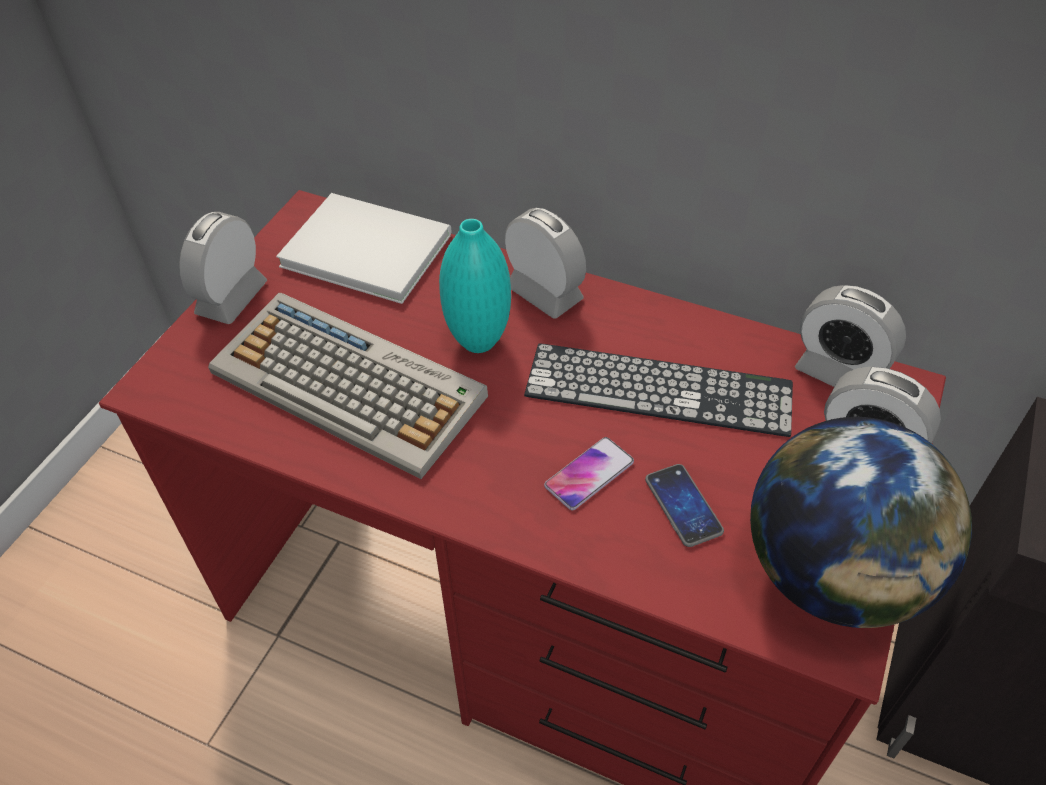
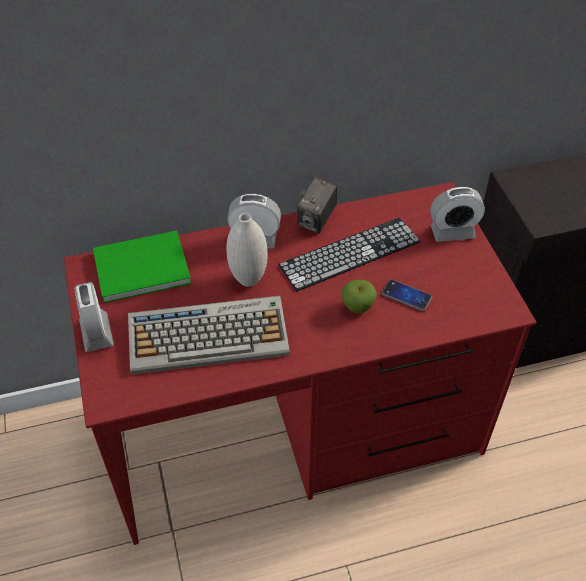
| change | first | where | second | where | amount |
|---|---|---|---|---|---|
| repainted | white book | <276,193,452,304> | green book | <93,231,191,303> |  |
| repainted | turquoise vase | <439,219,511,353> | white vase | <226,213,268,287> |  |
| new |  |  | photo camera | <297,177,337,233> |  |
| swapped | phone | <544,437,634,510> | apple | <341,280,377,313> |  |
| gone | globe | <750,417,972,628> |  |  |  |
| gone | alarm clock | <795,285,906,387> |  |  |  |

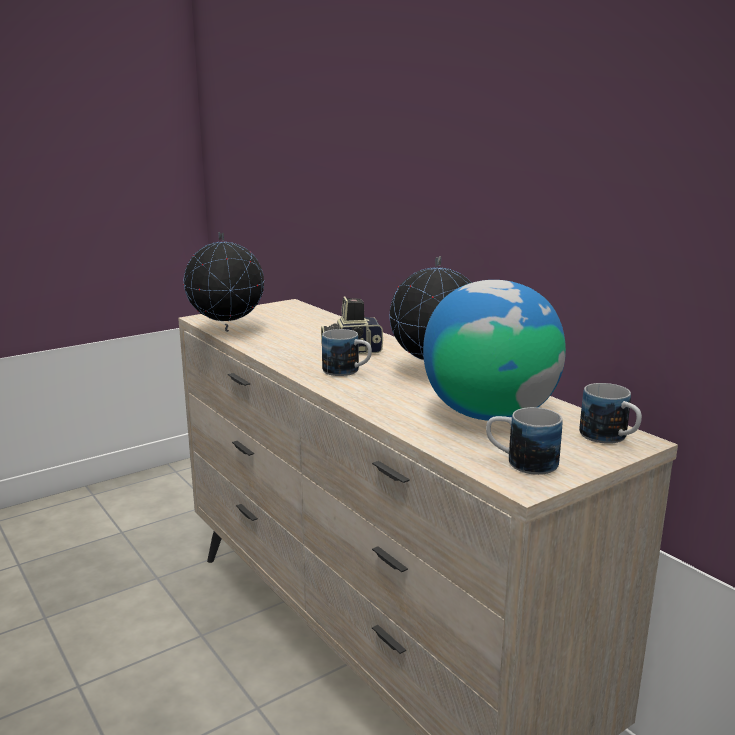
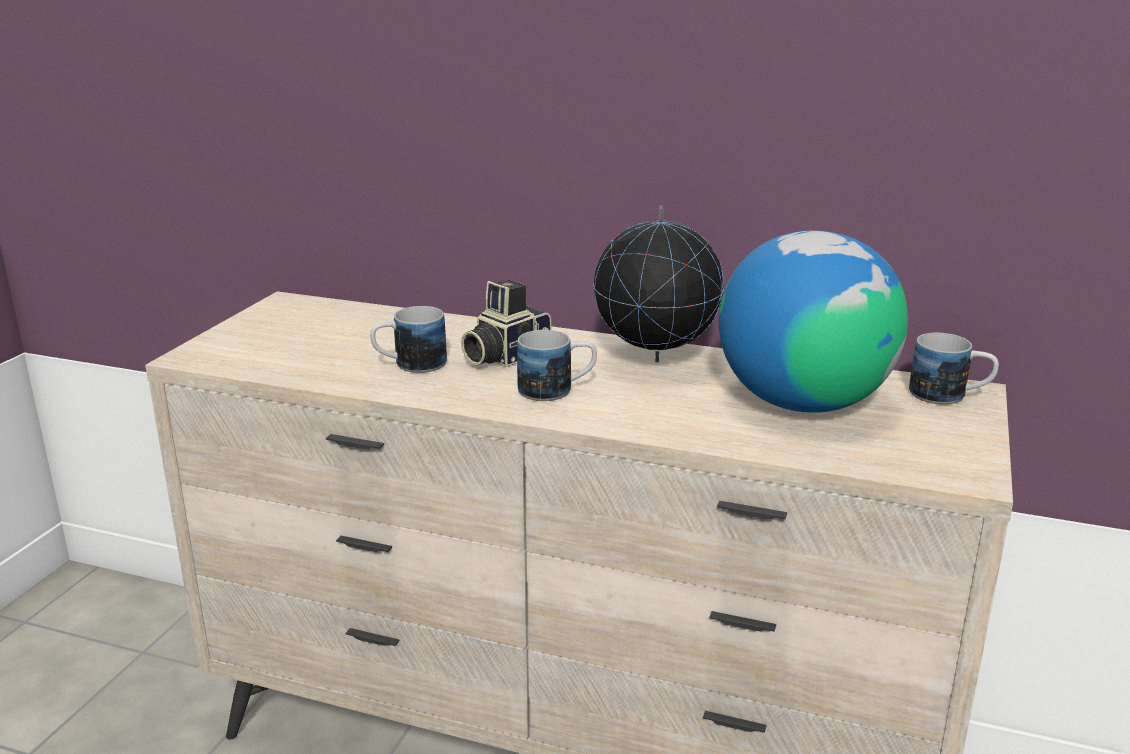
| change | first | where | second | where | amount |
|---|---|---|---|---|---|
| shifted | mug | <486,407,562,475> |  | <370,306,447,373> |  |
| gone | globe | <183,232,264,332> |  |  |  |

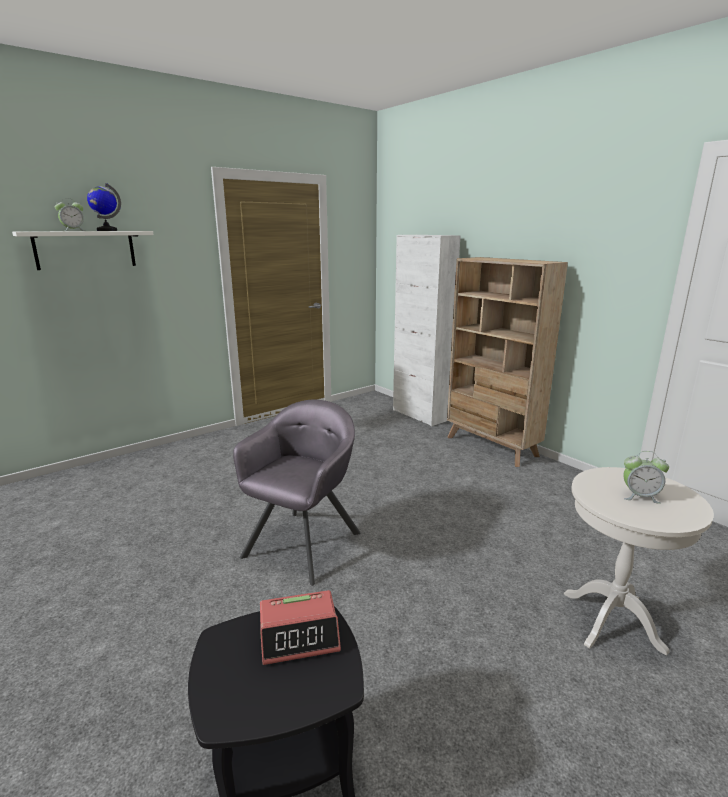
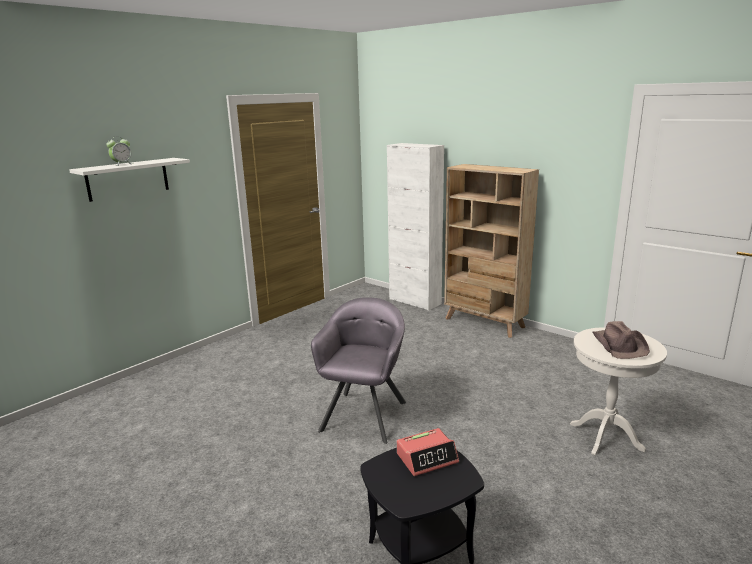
| change | first | where | second | where | amount |
|---|---|---|---|---|---|
| swapped | alarm clock | <623,451,669,504> | brown hat | <593,321,650,359> |  |
| gone | globe | <87,183,121,231> |  |  |  |

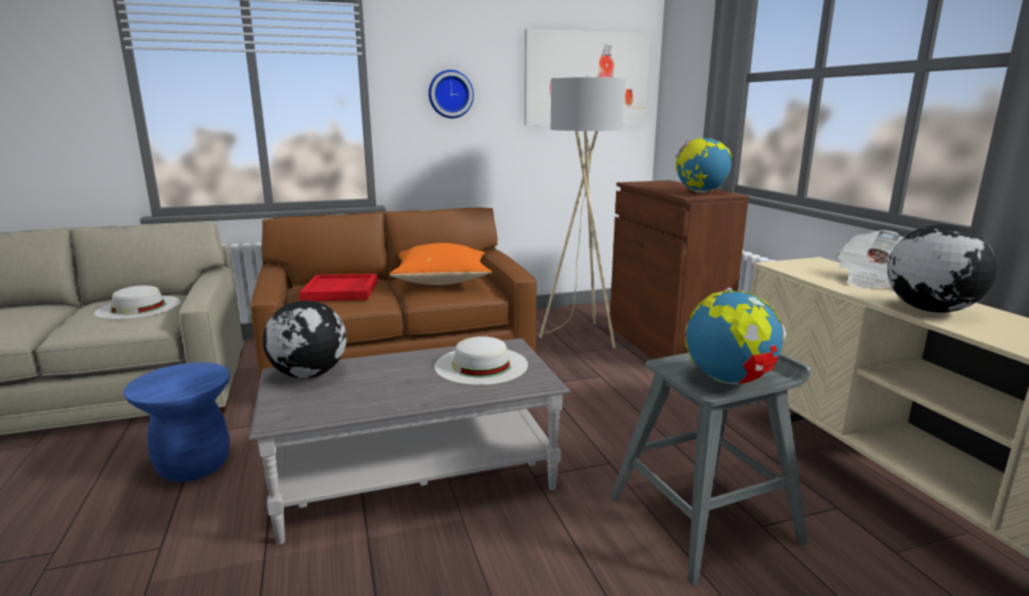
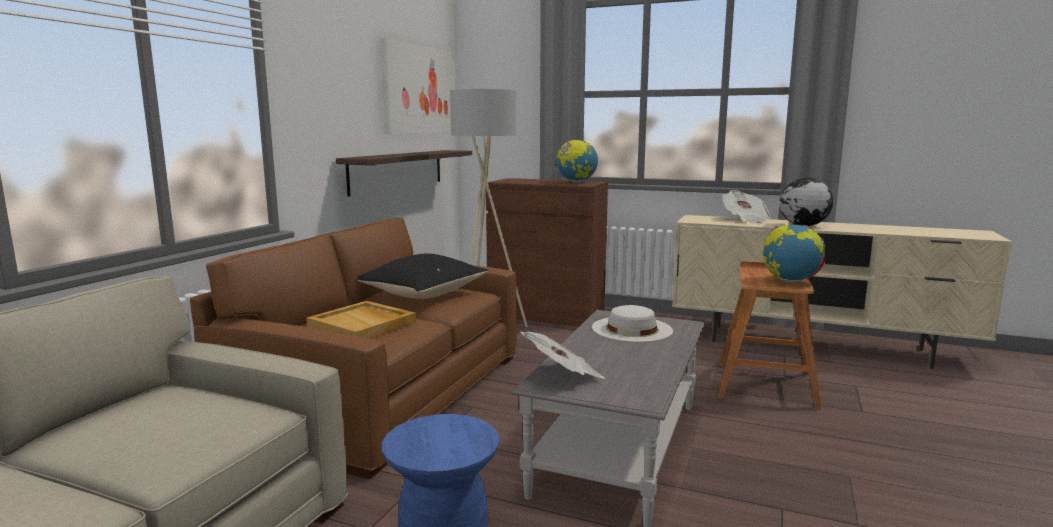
| change | first | where | second | where | amount |
|---|---|---|---|---|---|
| repainted | red tray | <299,274,378,301> | beige tray | <306,301,416,338> |  |
| new |  |  | shelf | <336,150,472,197> |  |
| repainted | orange pillow | <389,243,492,285> | black pillow | <357,254,488,299> |  |
| swapped | globe | <263,300,347,378> | newspaper | <520,332,606,379> |  |
| repainted | grey stool | <610,353,811,586> | brown stool | <718,261,821,410> |  |
| gone | white hat | <94,285,181,320> |  |  |  |
| gone | wall clock | <428,70,474,118> |  |  |  |

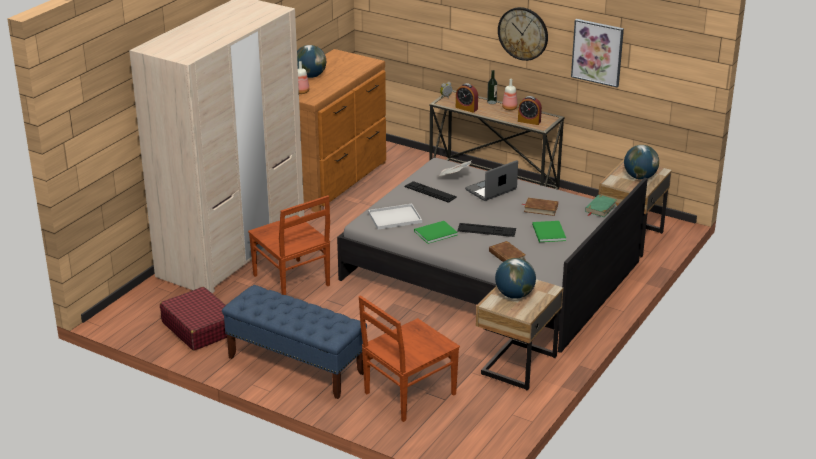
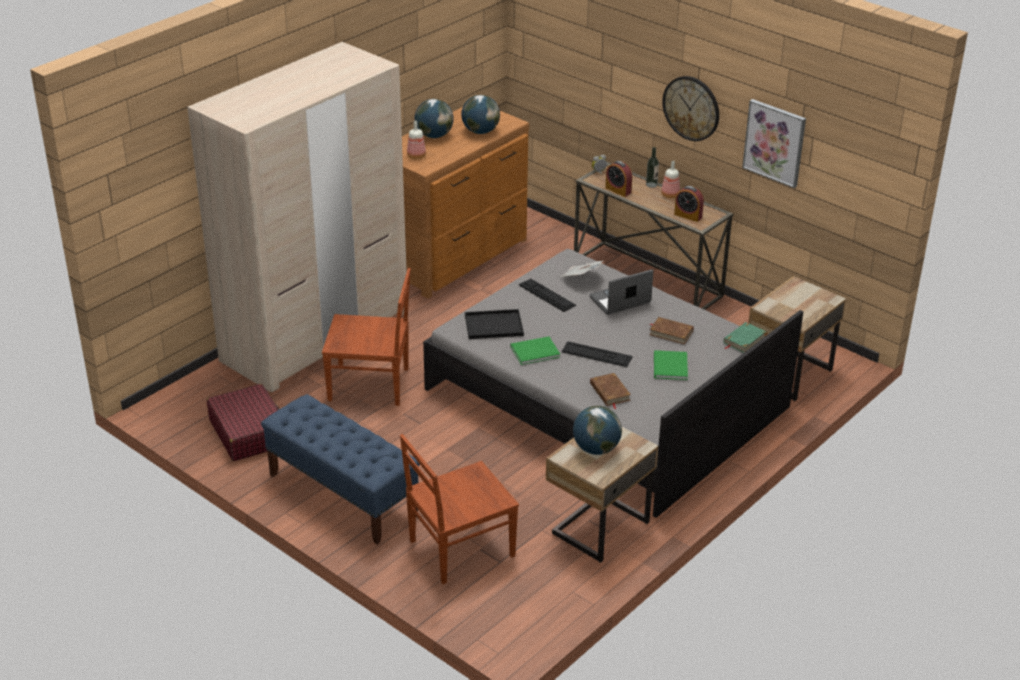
| change | first | where | second | where | amount |
|---|---|---|---|---|---|
| rotated | brown chair | <248,195,330,295> |  | <322,268,411,406> | 60 degrees counterclockwise |
| shifted | globe | <624,145,659,180> |  | <461,95,500,134> |  |
| repainted | white tray | <368,204,422,230> | black tray | <465,309,524,339> |  |

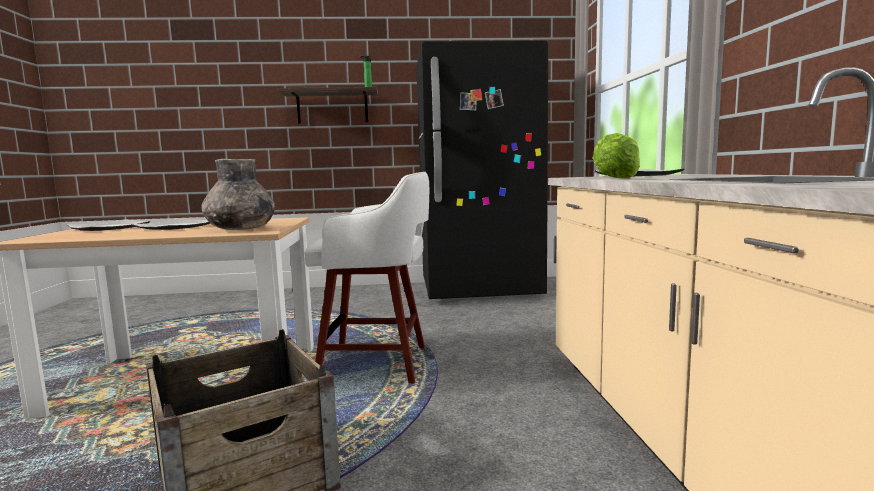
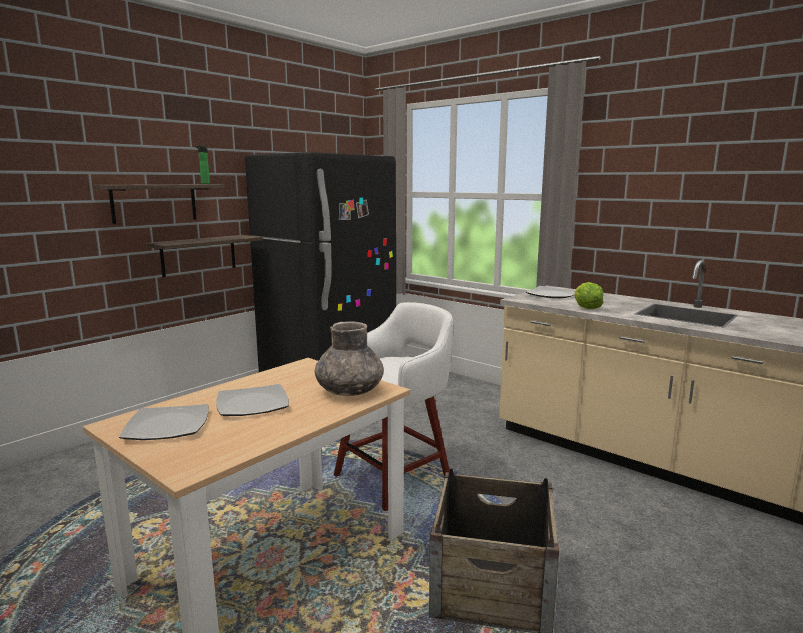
| change | first | where | second | where | amount |
|---|---|---|---|---|---|
| new |  |  | shelf | <146,235,263,277> |  |

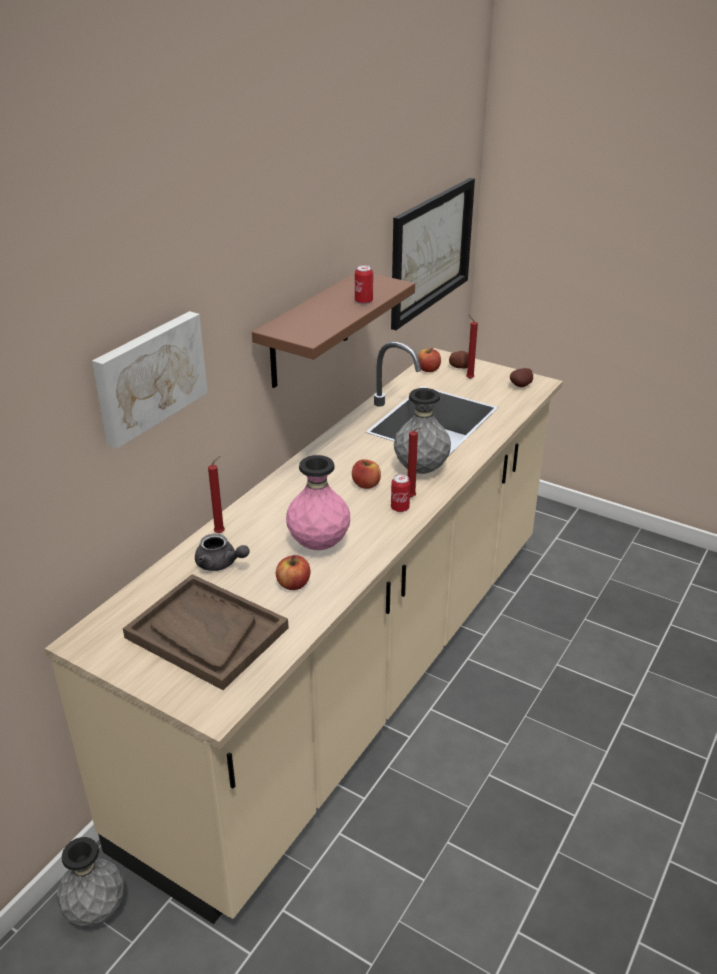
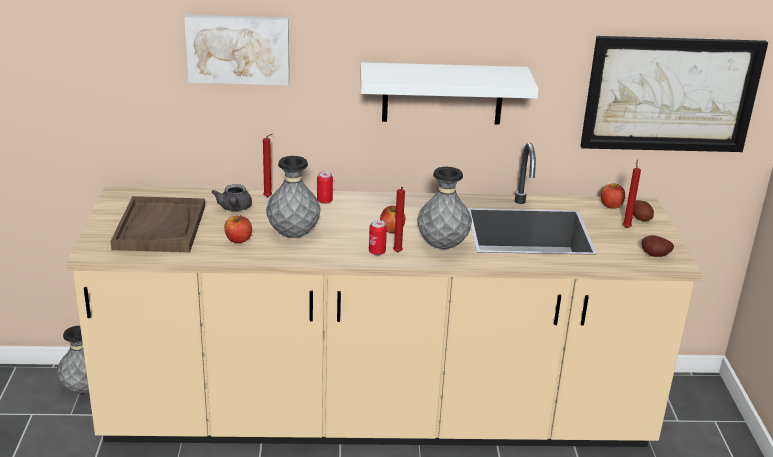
| change | first | where | second | where | amount |
|---|---|---|---|---|---|
| repainted | pink vase | <286,455,350,550> | grey vase | <266,156,320,238> |  |
| shifted | can | <355,265,373,304> |  | <317,171,333,204> |  |
| repainted | brown shelf | <252,273,415,388> | white shelf | <360,62,539,125> |  |

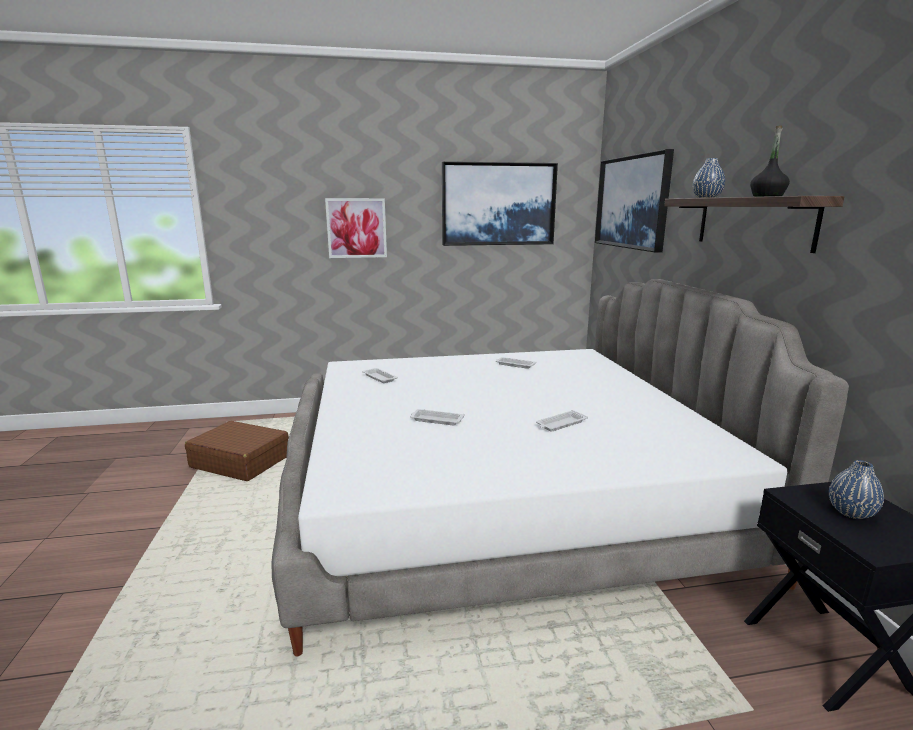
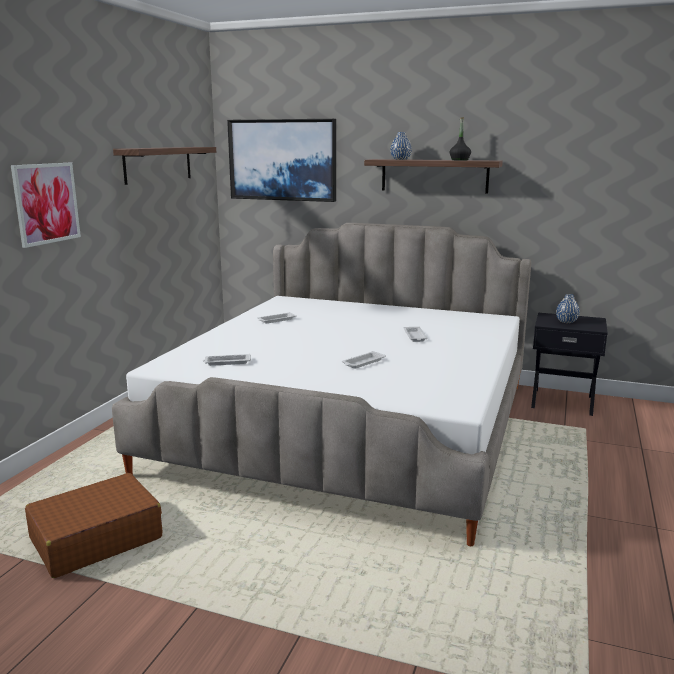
| change | first | where | second | where | amount |
|---|---|---|---|---|---|
| swapped | picture | <442,161,558,246> | shelf | <113,147,216,185> |  |

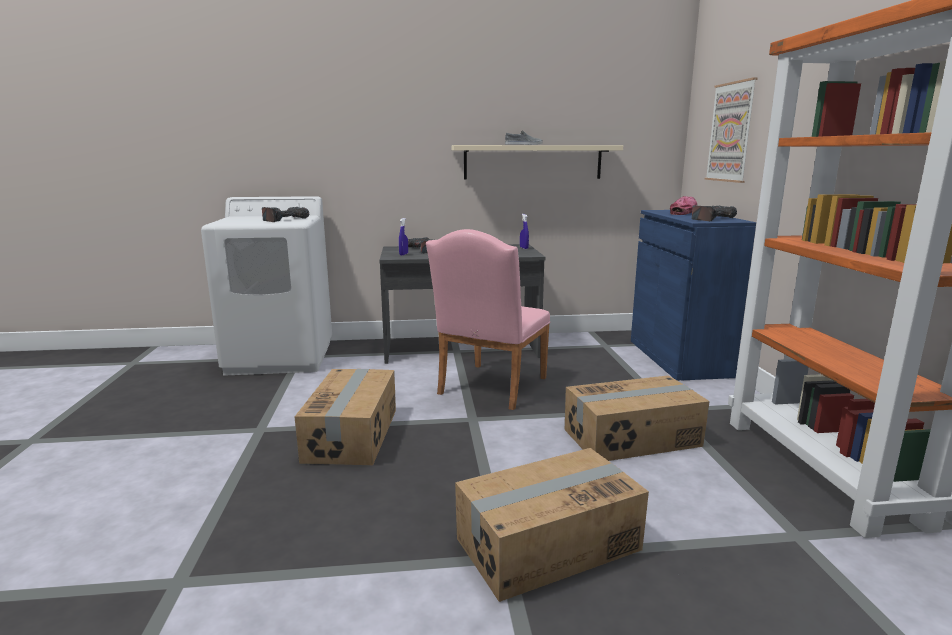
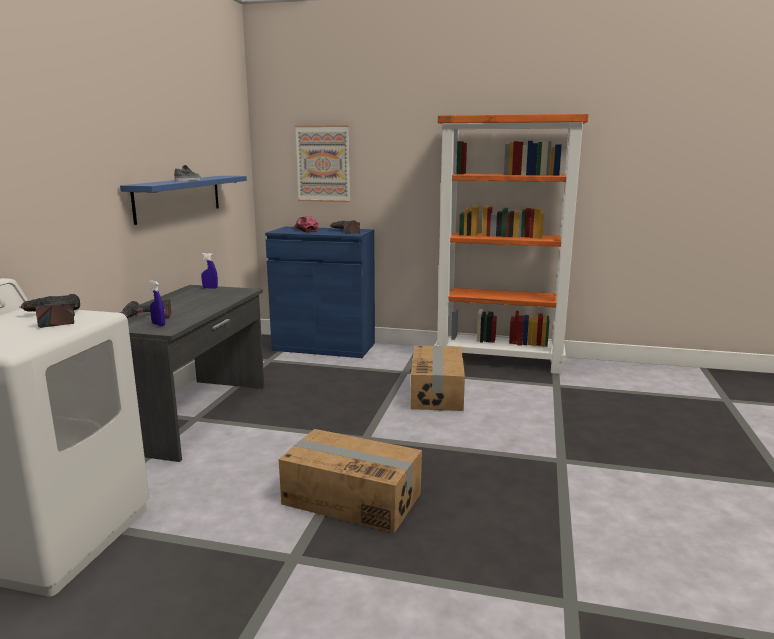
| change | first | where | second | where | amount |
|---|---|---|---|---|---|
| repainted | beige shelf | <451,145,623,180> | blue shelf | <120,176,247,225> |  |
| gone | pink chair | <426,229,550,410> |  |  |  |
| gone | cardboard box | <455,448,649,602> |  |  |  |

